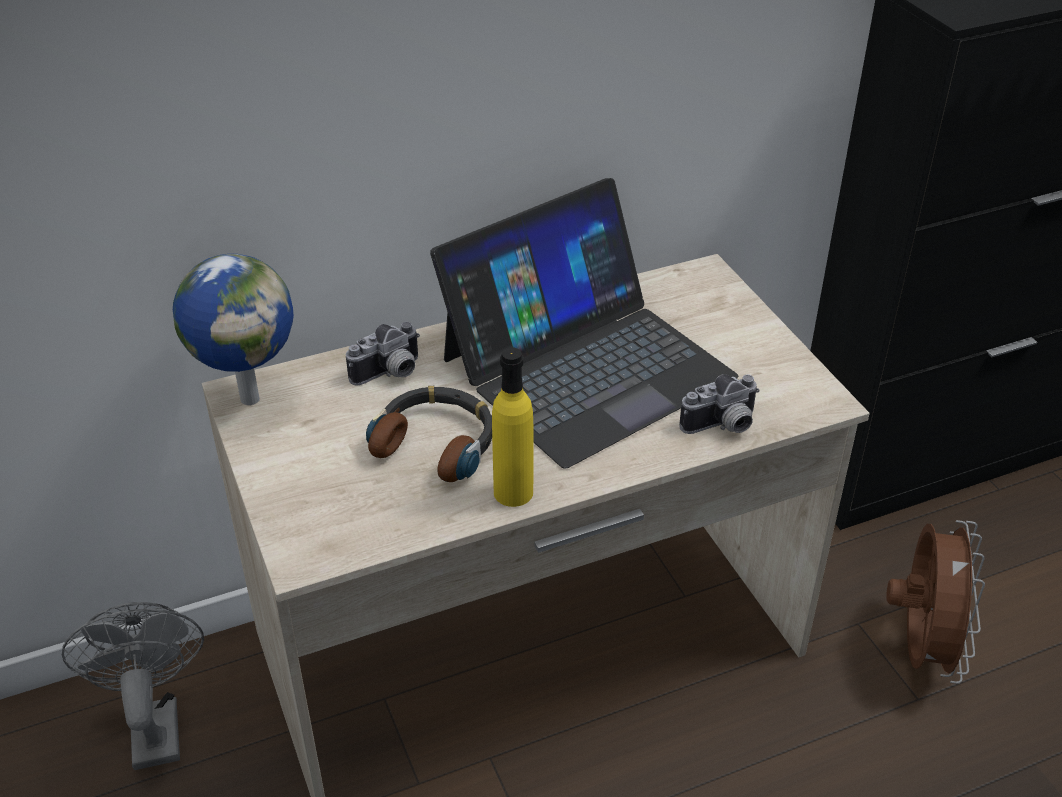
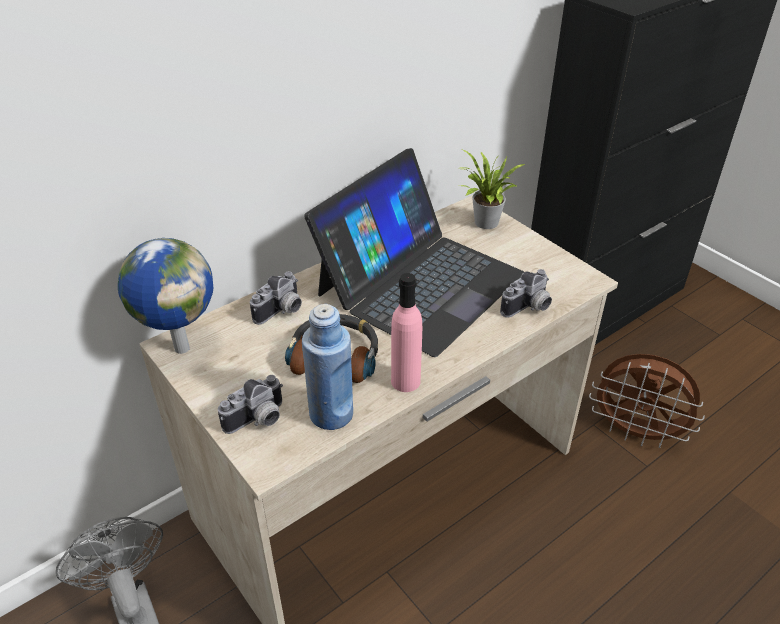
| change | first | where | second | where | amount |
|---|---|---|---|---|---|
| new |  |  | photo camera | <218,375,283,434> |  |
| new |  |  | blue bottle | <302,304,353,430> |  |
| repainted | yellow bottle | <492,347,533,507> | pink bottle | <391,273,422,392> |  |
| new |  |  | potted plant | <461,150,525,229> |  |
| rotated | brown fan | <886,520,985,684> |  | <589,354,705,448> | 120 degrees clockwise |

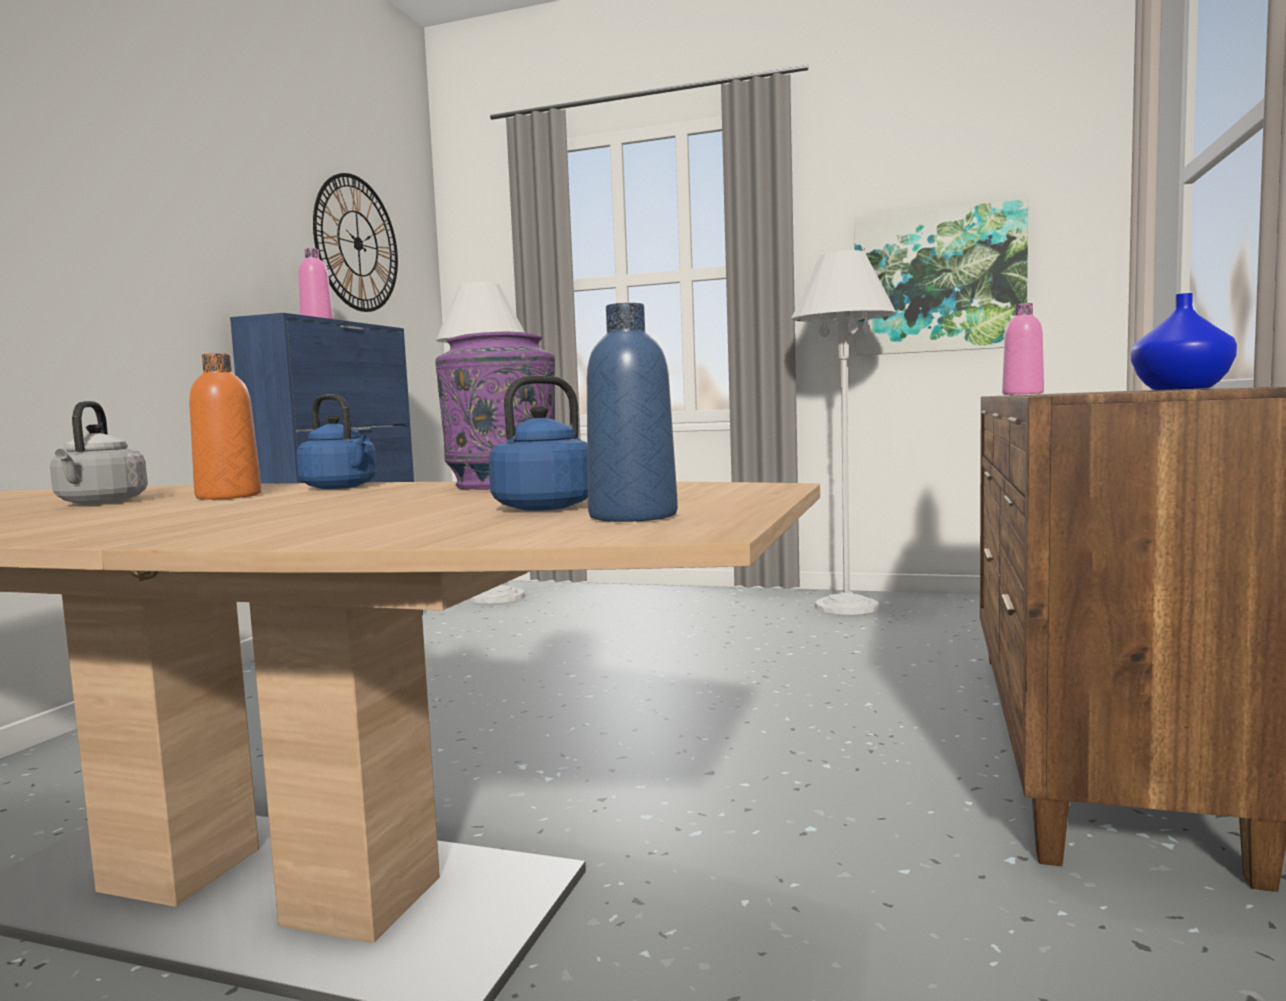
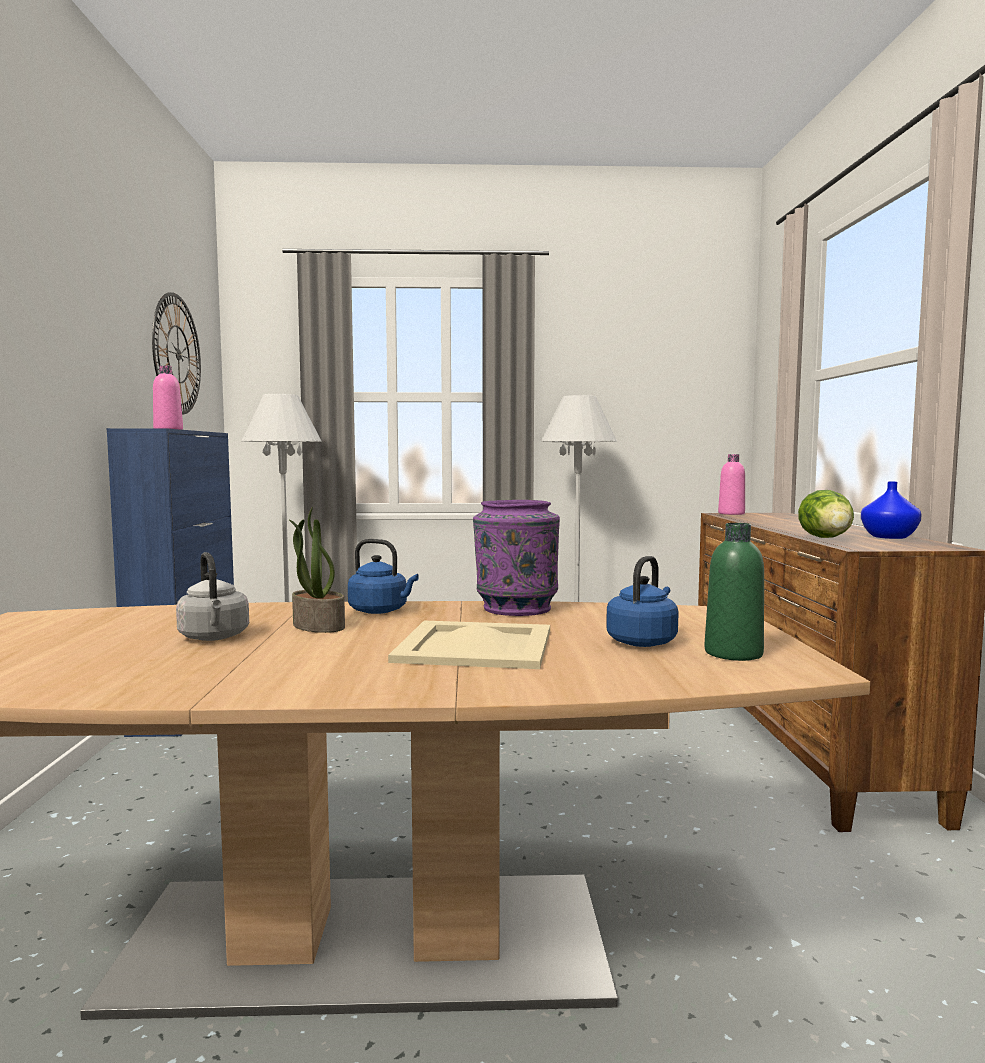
| change | first | where | second | where | amount |
|---|---|---|---|---|---|
| swapped | orange bottle | <189,353,262,500> | potted plant | <289,507,345,633> |  |
| new |  |  | beige tray | <388,621,550,669> |  |
| repainted | blue bottle | <587,303,678,522> | green bottle | <704,523,764,661> |  |
| new |  |  | lettuce | <798,490,854,538> |  |
| gone | picture | <854,199,1028,356> |  |  |  |

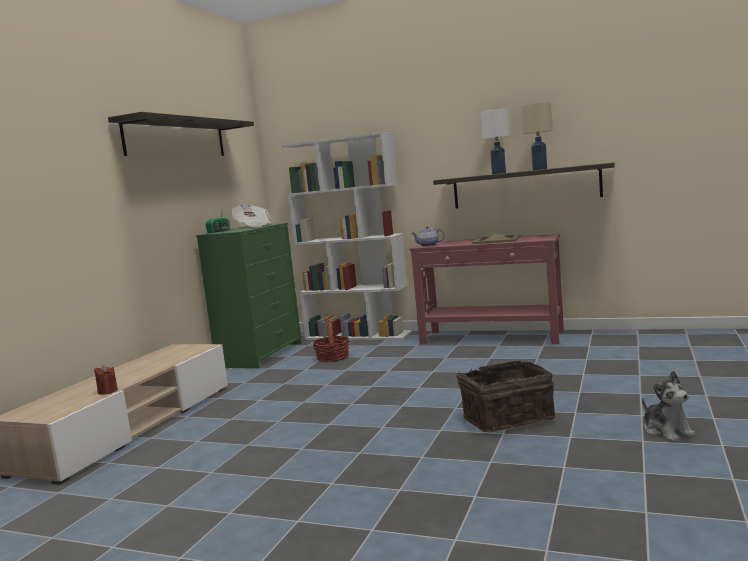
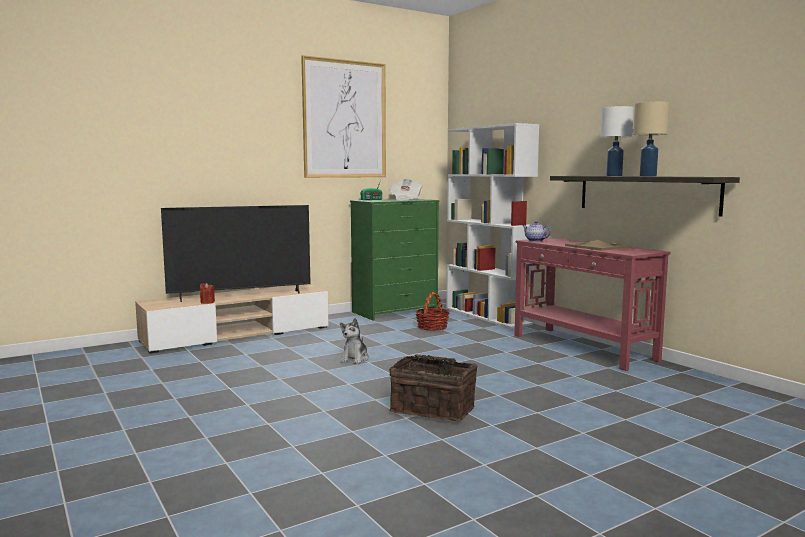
| change | first | where | second | where | amount |
|---|---|---|---|---|---|
| new |  |  | television | <161,205,311,302> |  |
| swapped | shelf | <108,112,254,156> | picture | <301,55,386,178> |  |
| shifted | plush toy | <642,371,696,442> |  | <340,318,369,364> |  |

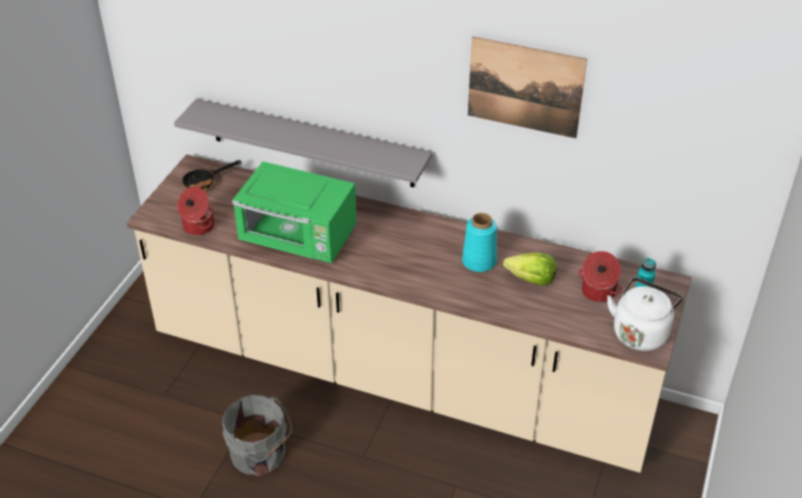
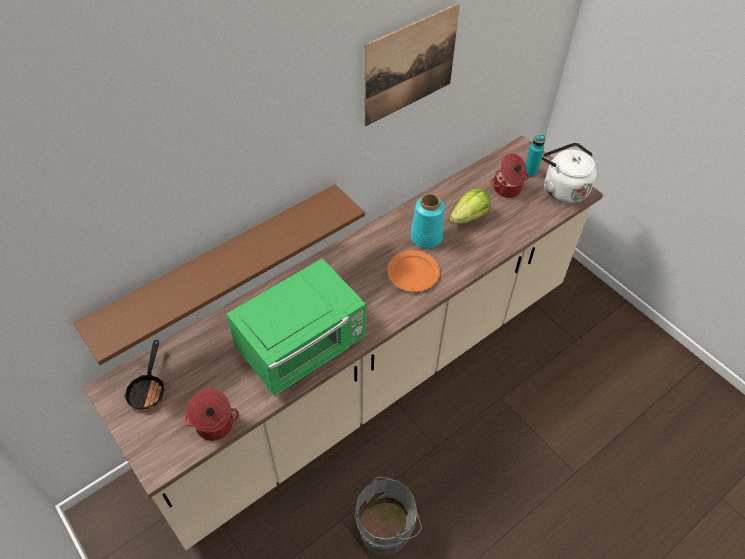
| change | first | where | second | where | amount |
|---|---|---|---|---|---|
| repainted | grey shelf | <174,99,432,187> | brown shelf | <73,184,365,365> |  |
| new |  |  | orange plate | <387,250,440,292> |  |

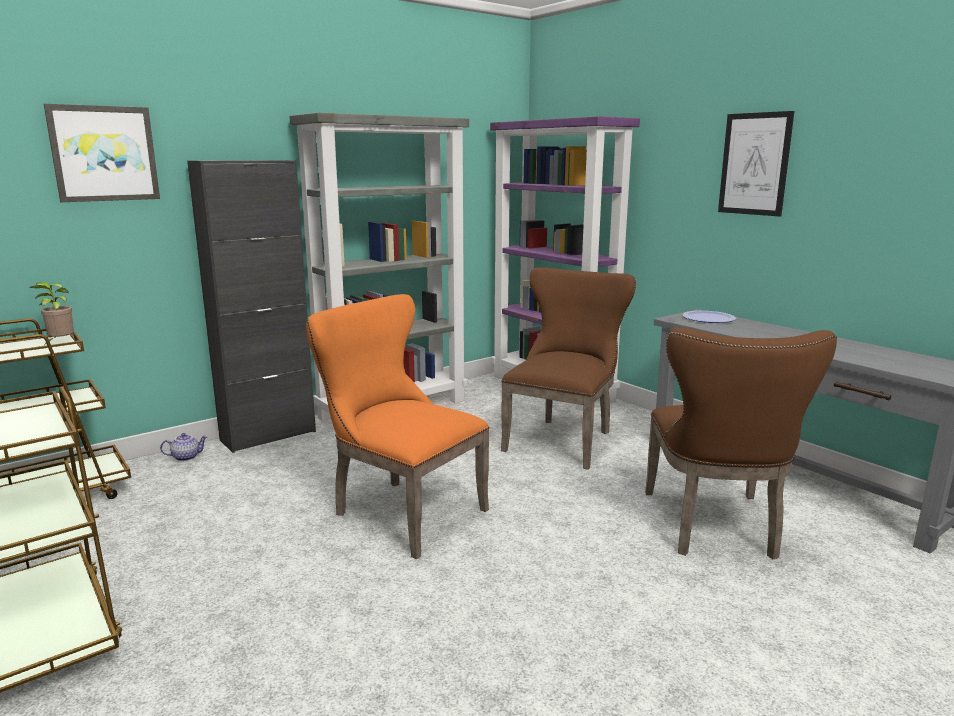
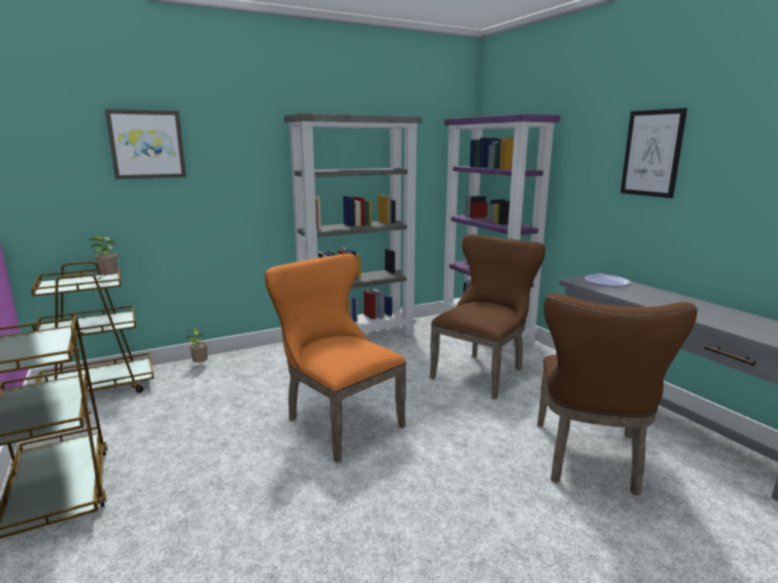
| change | first | where | second | where | amount |
|---|---|---|---|---|---|
| swapped | teapot | <160,433,208,461> | potted plant | <185,327,208,364> |  |
| gone | black cabinet | <187,160,316,453> |  |  |  |

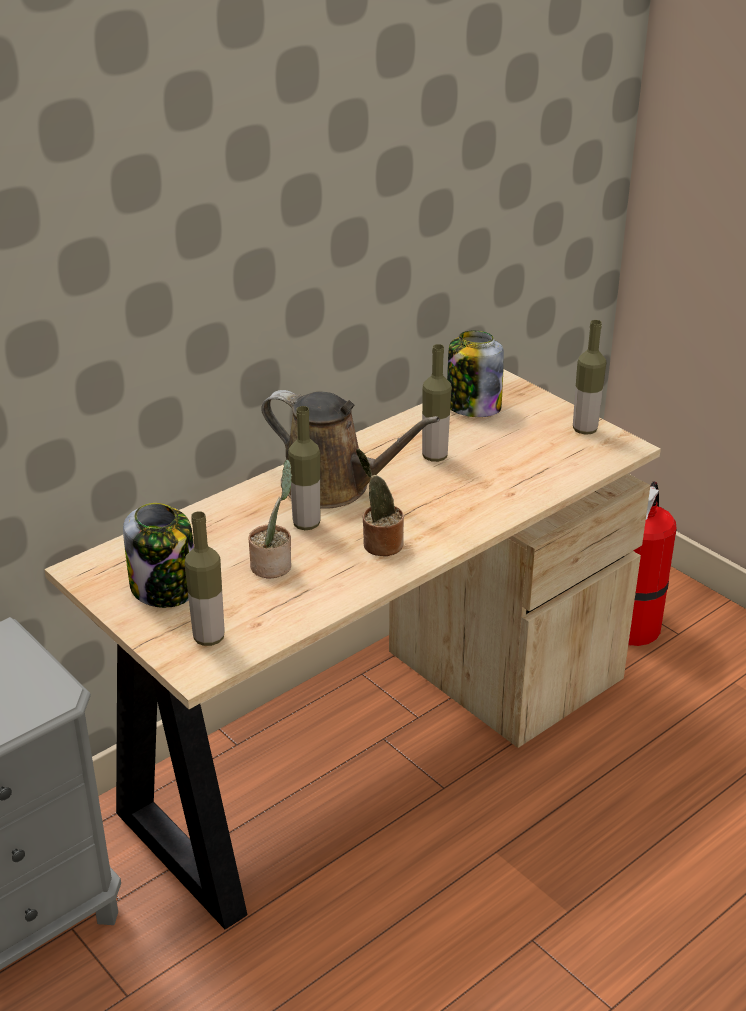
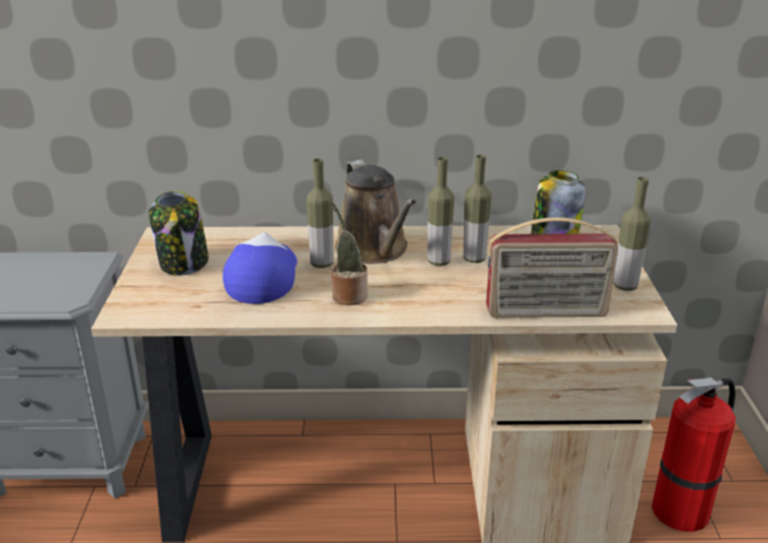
| change | first | where | second | where | amount |
|---|---|---|---|---|---|
| swapped | potted plant | <248,459,292,578> | cap | <223,232,297,304> |  |
| shifted | bottle | <185,511,225,646> |  | <427,157,454,266> |  |
| new |  |  | radio | <486,217,618,318> |  |

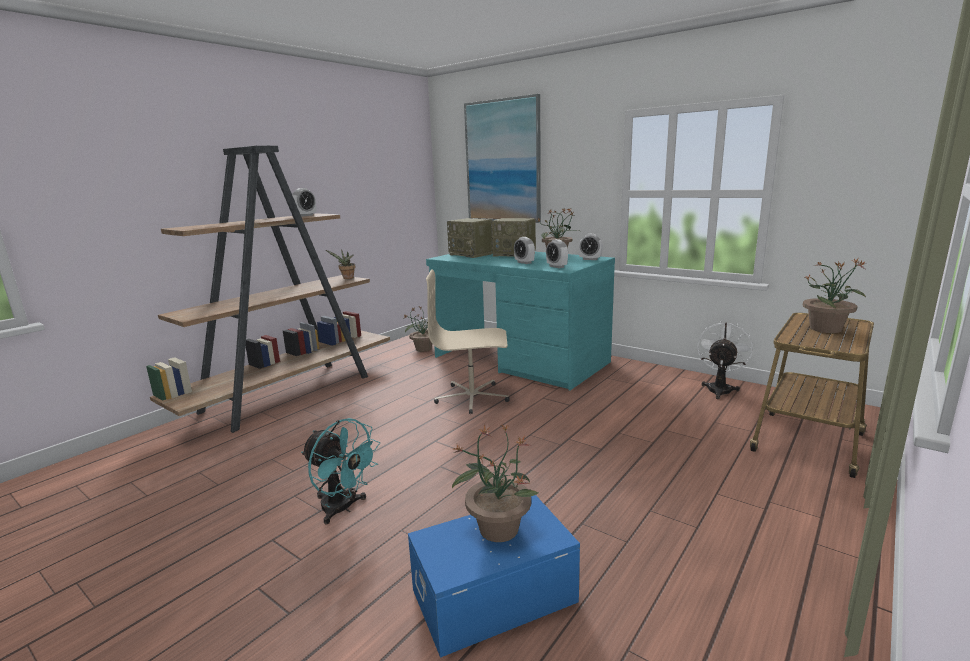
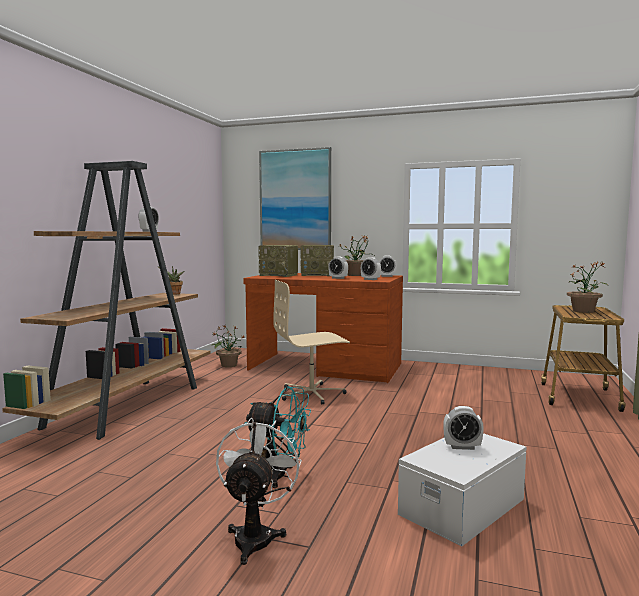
| change | first | where | second | where | amount |
|---|---|---|---|---|---|
| shifted | white fan | <697,321,753,399> |  | <216,418,302,565> |  |
| repainted | turquoise desk | <426,252,615,391> | brown desk | <243,273,403,383> |  |
| repainted | blue storage box | <408,495,580,658> | white storage box | <398,433,526,547> |  |
| swapped | potted plant | <452,424,539,542> | alarm clock | <443,406,484,450> |  |

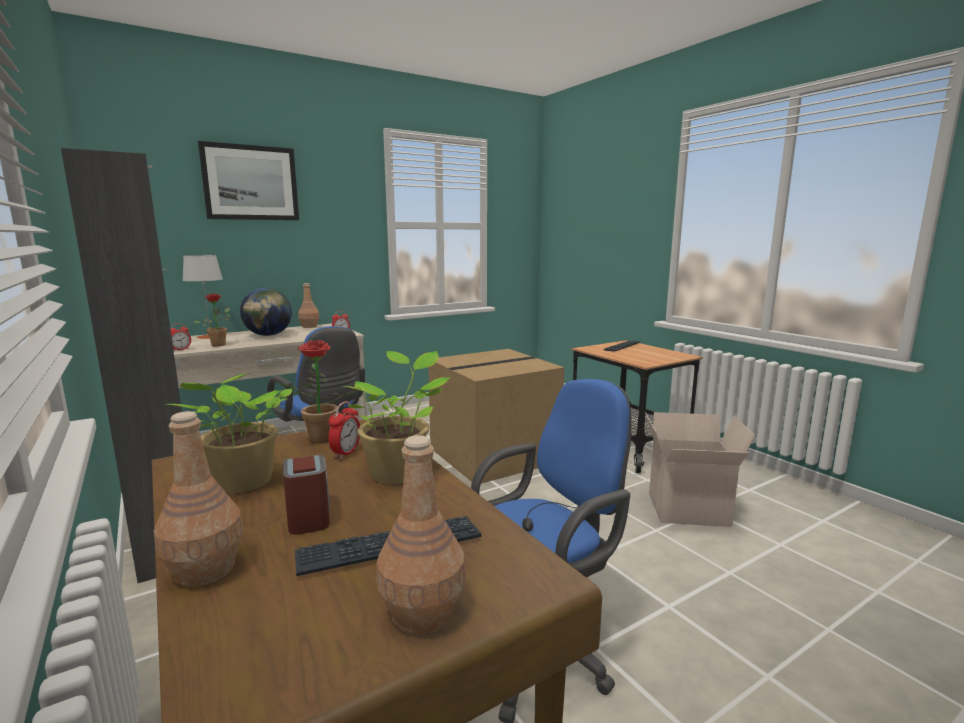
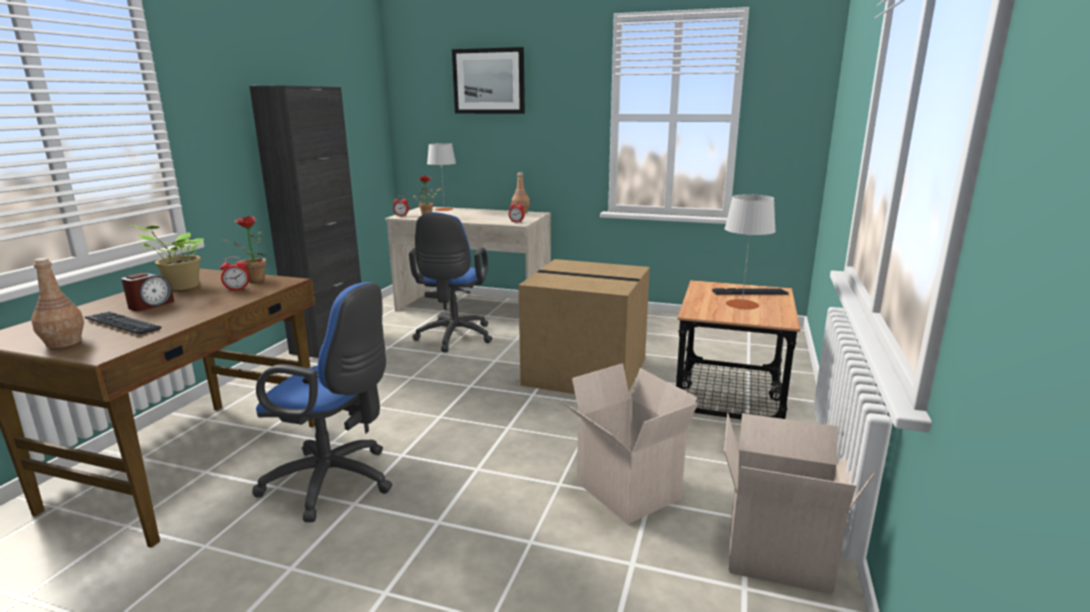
| change | first | where | second | where | amount |
|---|---|---|---|---|---|
| new |  |  | grey table lamp | <724,194,776,310> |  |
| new |  |  | cardboard box | <724,413,875,595> |  |
| gone | brown bottle | <154,411,243,587> |  |  |  |
| gone | globe | <240,288,292,336> |  |  |  |
| gone | potted plant | <343,351,450,484> |  |  |  |

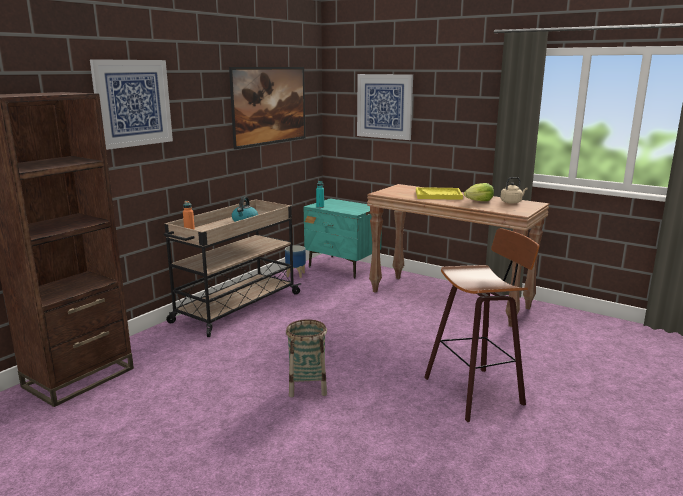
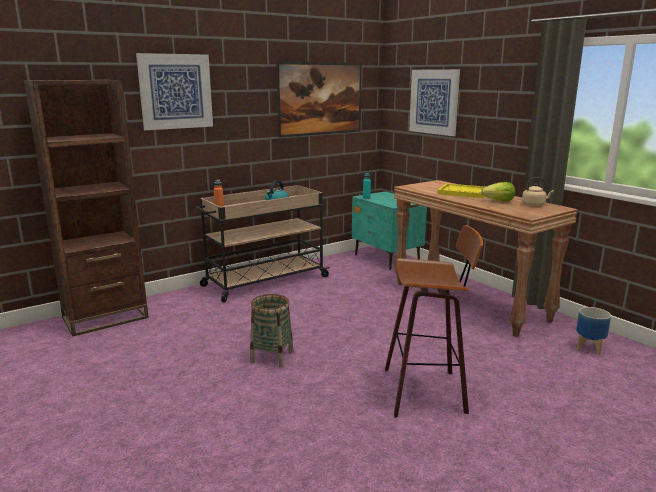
| change | first | where | second | where | amount |
|---|---|---|---|---|---|
| shifted | planter | <285,245,306,278> |  | <576,307,611,355> |  |

